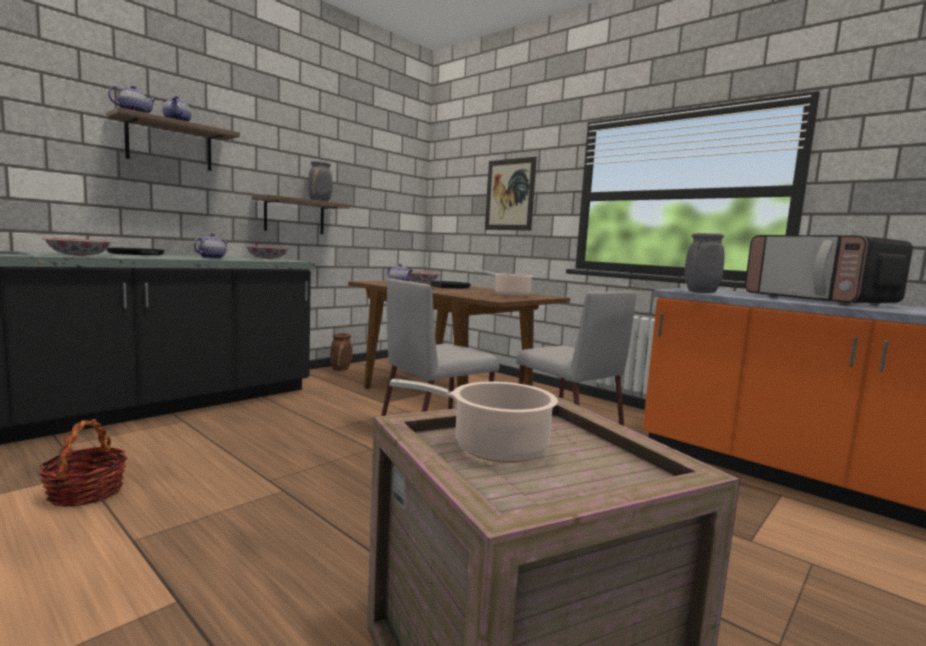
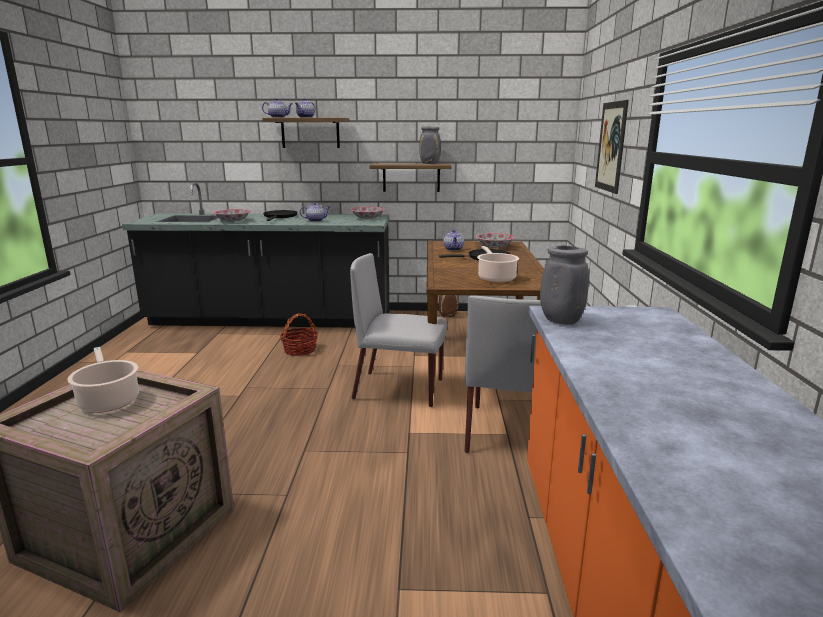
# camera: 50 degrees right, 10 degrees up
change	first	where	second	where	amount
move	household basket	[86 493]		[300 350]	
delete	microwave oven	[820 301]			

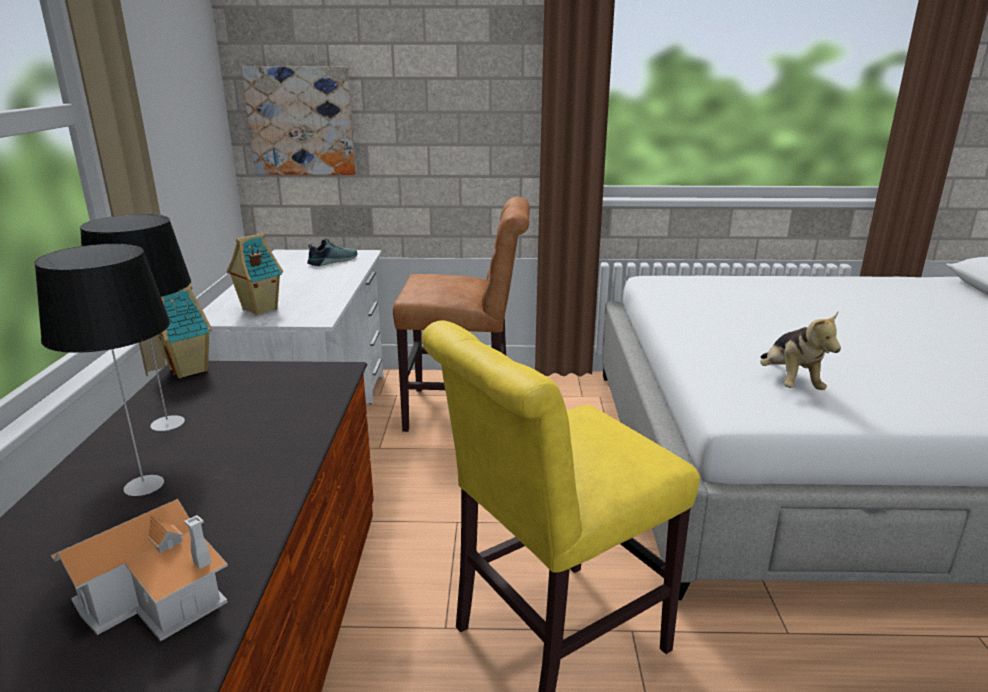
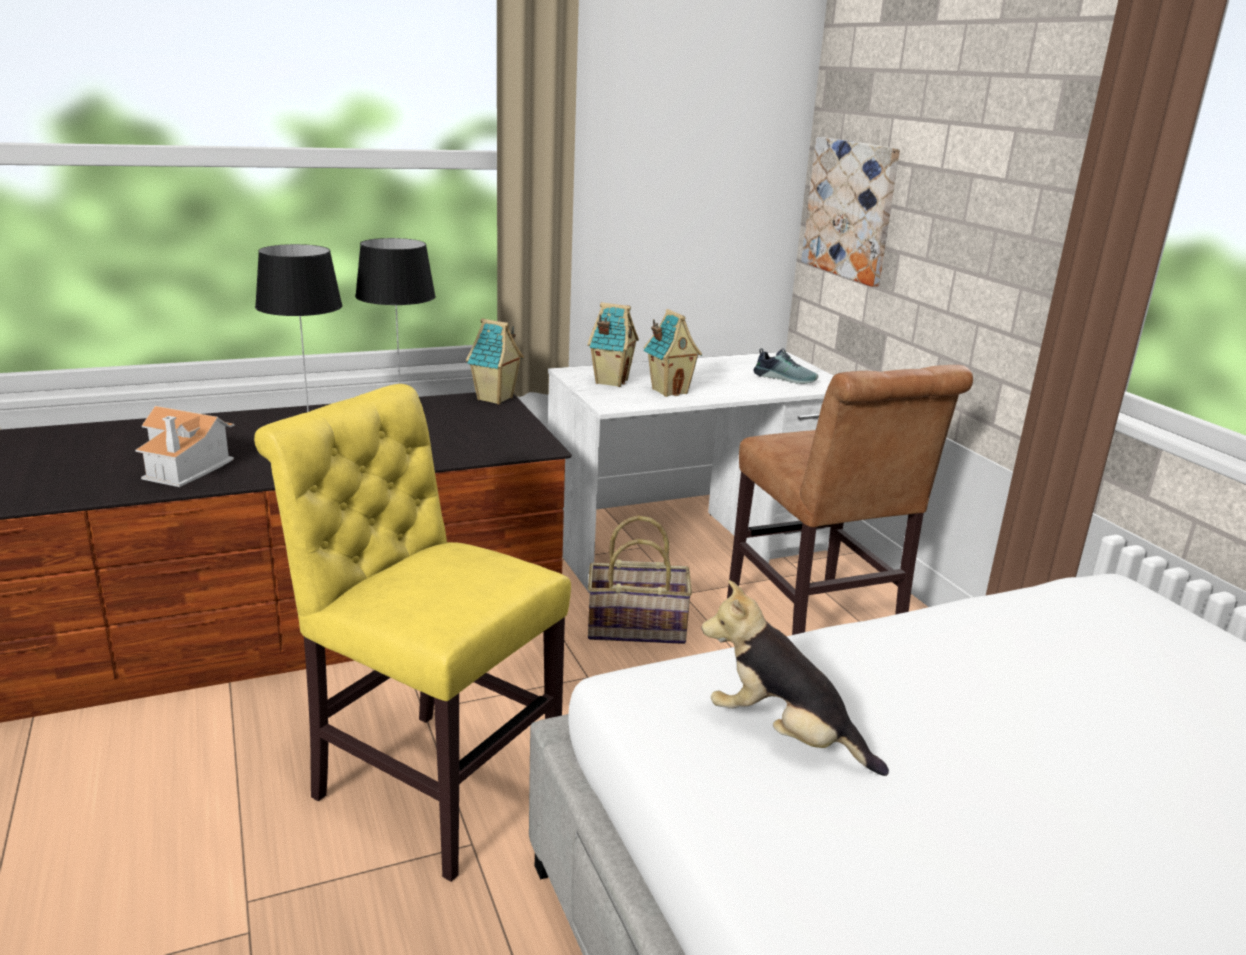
# camera: 65 degrees right, 0 degrees up
change	first	where	second	where	amount
insert			household basket	[637 627]	
insert			toy house	[669 391]	
rotate	cuddly toy	[789 382]		[784 735]	60 degrees clockwise

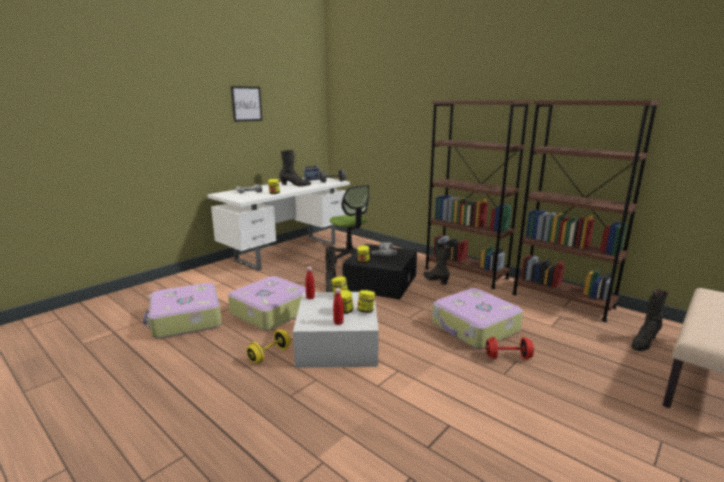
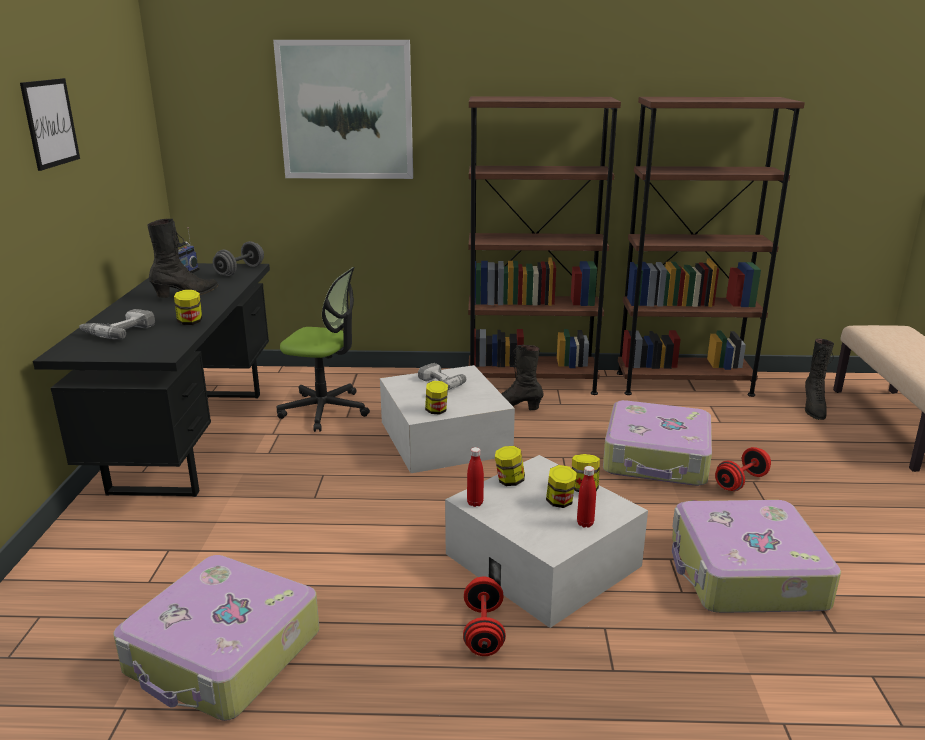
# camera: 40 degrees left, 5 degrees up
change	first	where	second	where	amount
recolor	white-coloured desk	[287 252]	black-coloured desk	[191 438]	
insert			wall picture	[346 110]	
recolor	black-coloured storage container	[380 282]	white-coloured storage container	[444 438]	
recolor	yellow-coloured hand weight	[269 355]	reddish hand weight	[483 631]	
move	travel case	[270 311]		[745 574]	
delete	black-coloured tall boot	[331 289]			

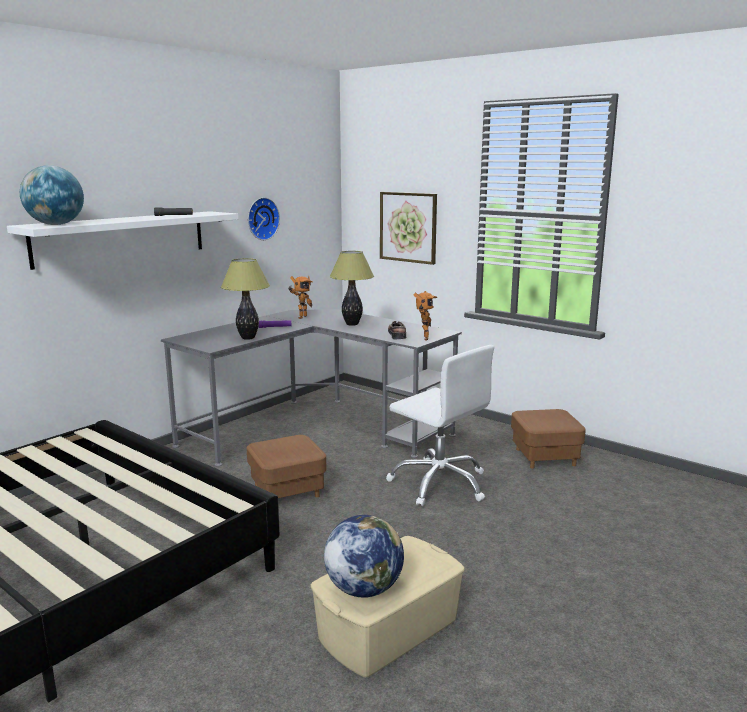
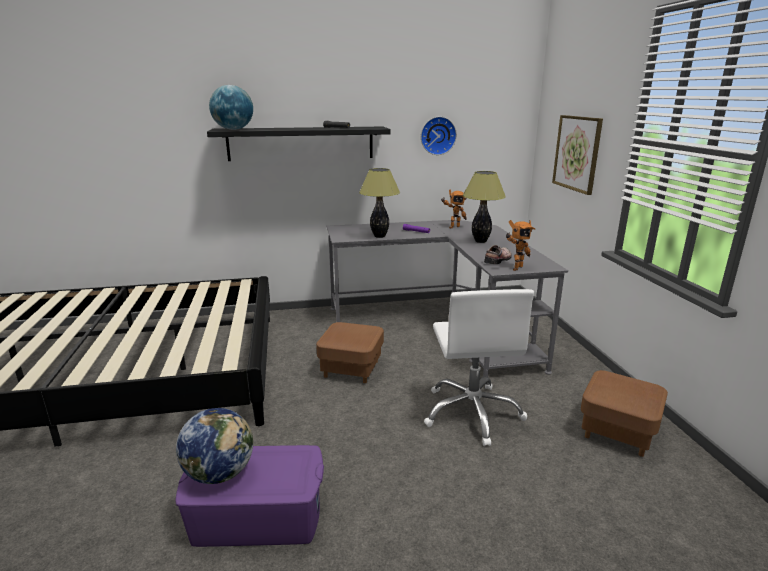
# camera: 40 degrees right, 5 degrees up
change	first	where	second	where	amount
recolor	sand-coloured storage container	[387 628]	purplish storage container	[257 517]	
recolor	white-coloured bracket shelf	[122 238]	black-coloured bracket shelf	[301 143]	

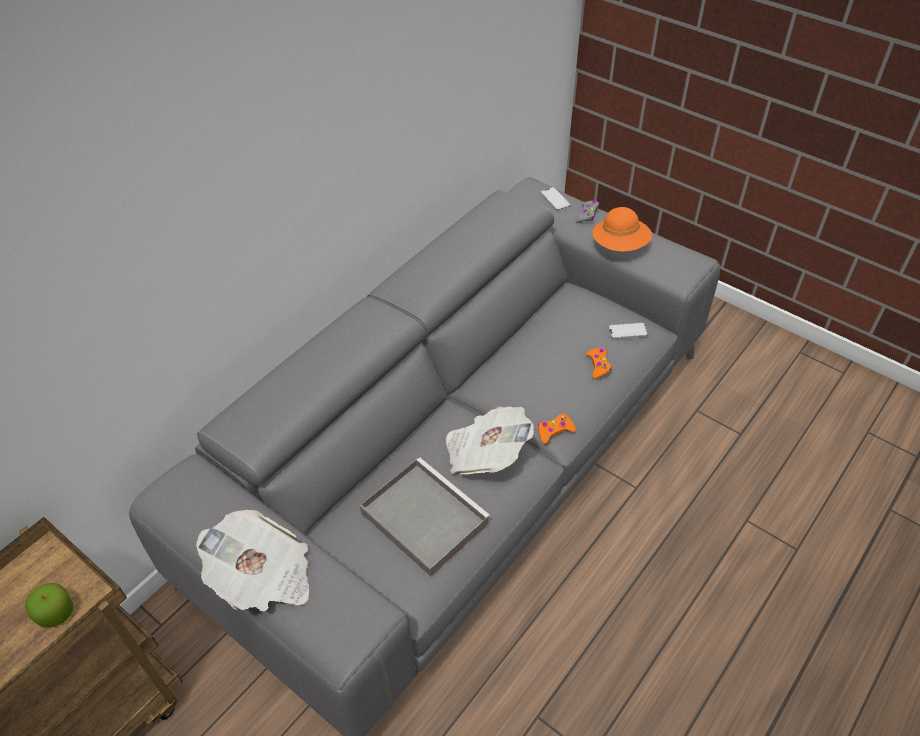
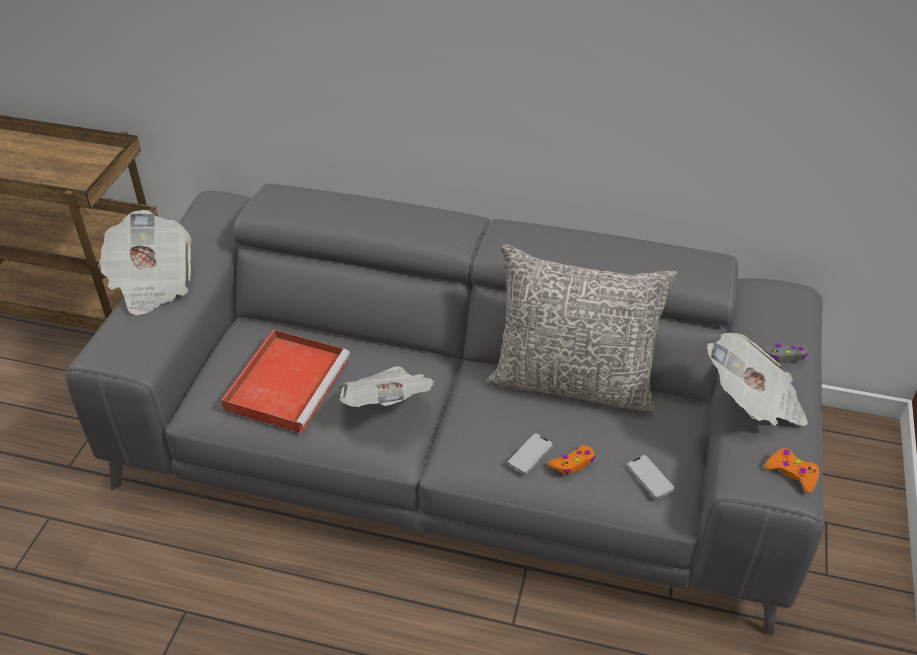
# camera: 65 degrees right, 5 degrees down
change	first	where	second	where	amount
recolor	greyish tray	[422 517]	reddish tray	[287 382]	
insert			greyish pillow	[573 382]	
move	phone	[555 199]		[530 454]	
replace	orange-coloured wearable hat	[620 245]	daily paper	[753 402]	
move	orange-coloured game controller	[554 431]		[792 473]	
delete	apple	[56 613]			

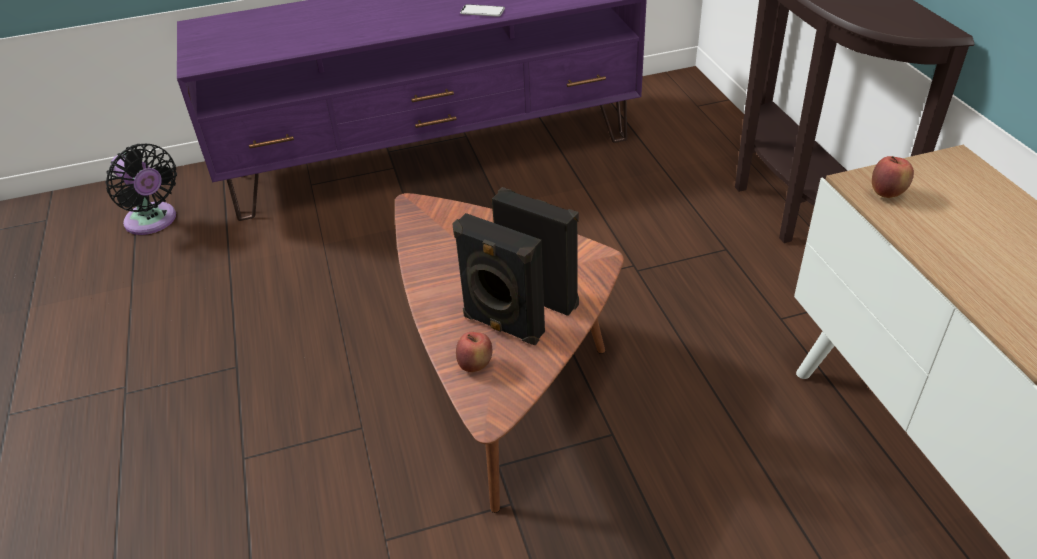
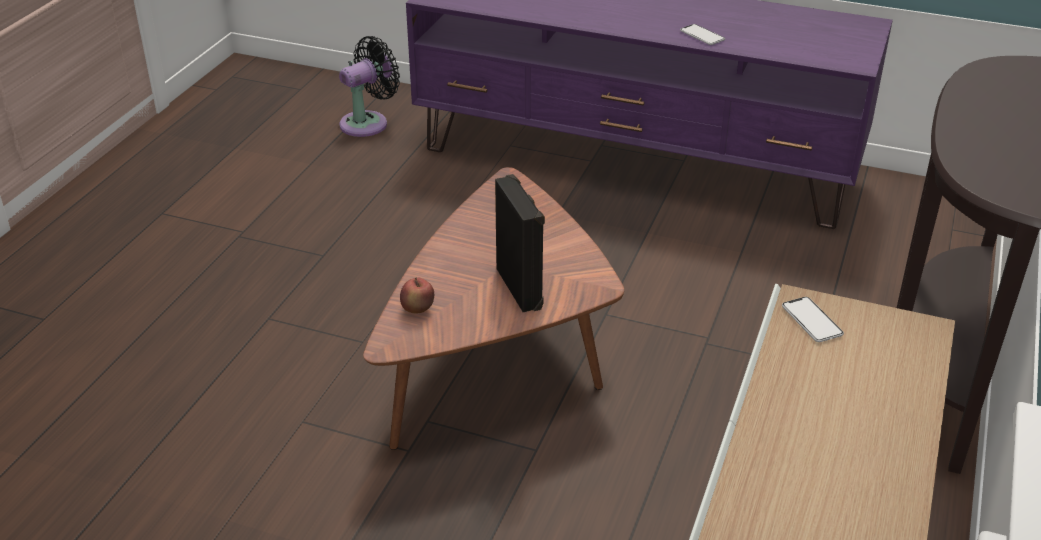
# camera: 35 degrees right, 5 degrees down
change	first	where	second	where	amount
rotate	black-coloured fan	[153 221]		[368 123]	120 degrees counterclockwise
replace	apple	[887 193]	phone	[811 320]	
delete	black-coloured audio speaker	[502 326]			

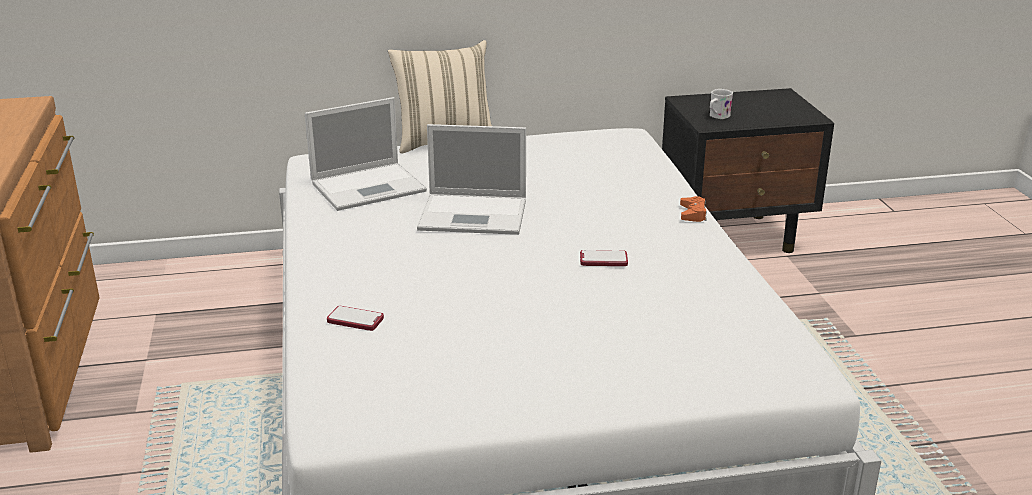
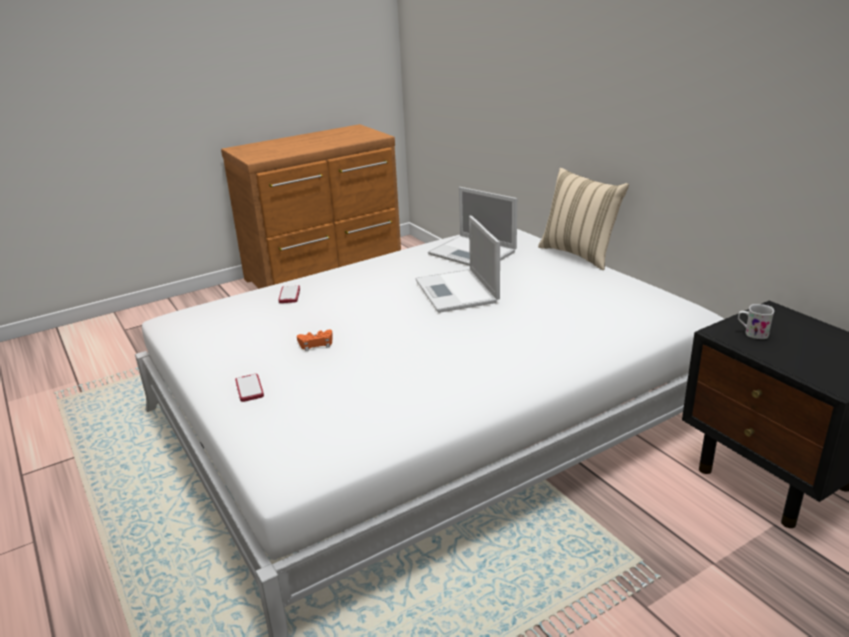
# camera: 70 degrees right, 0 degrees up
change	first	where	second	where	amount
move	phone	[603 260]		[249 389]	
move	orange-coloured game controller	[693 214]		[316 343]	

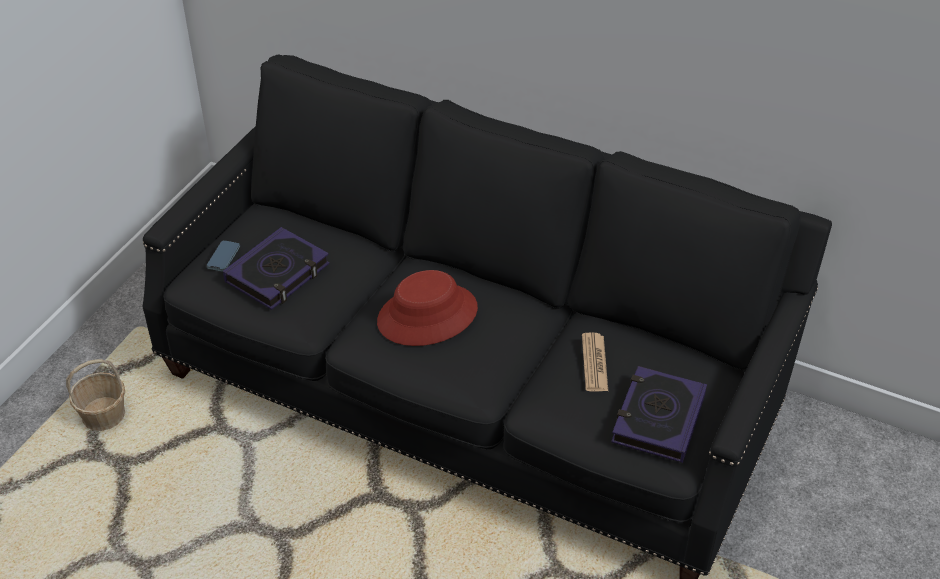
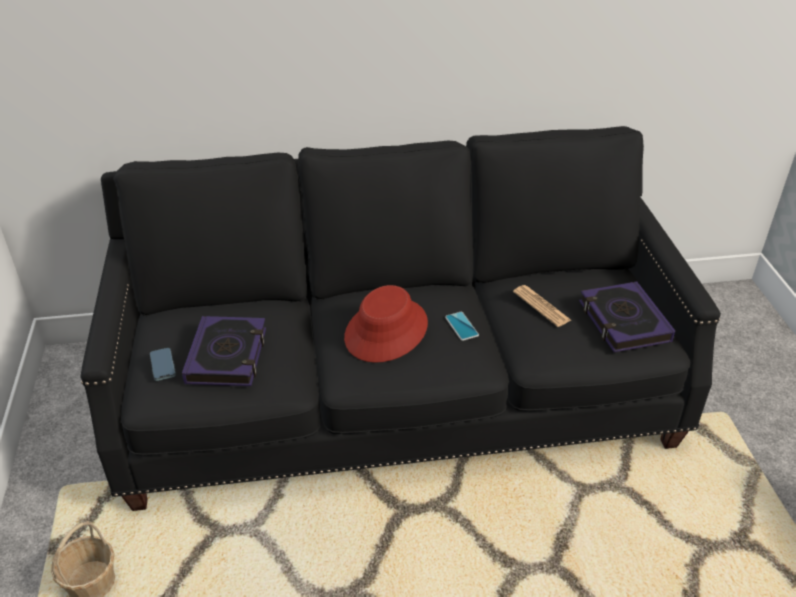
# camera: 35 degrees left, 5 degrees down
change	first	where	second	where	amount
insert			phone	[461 326]	

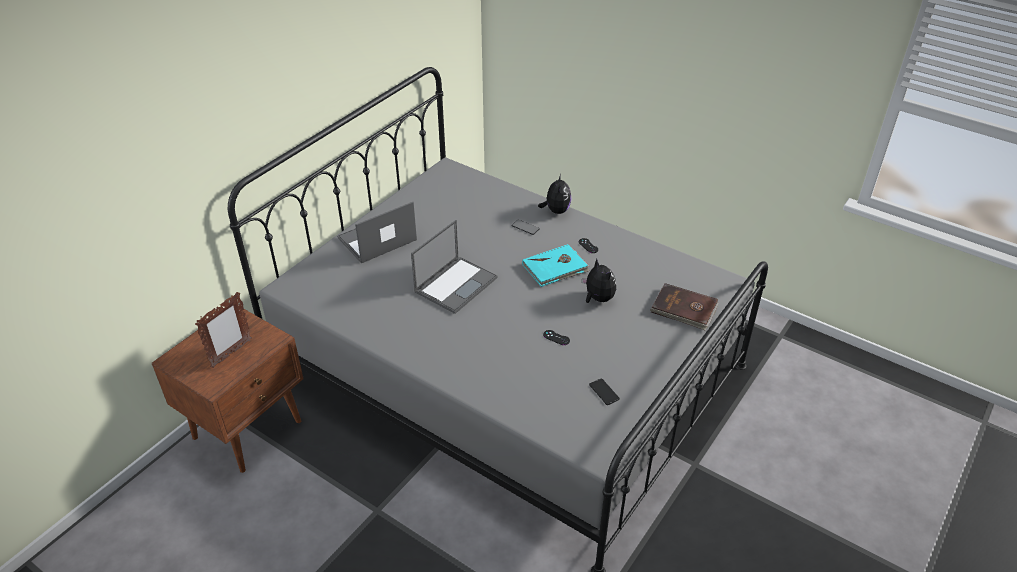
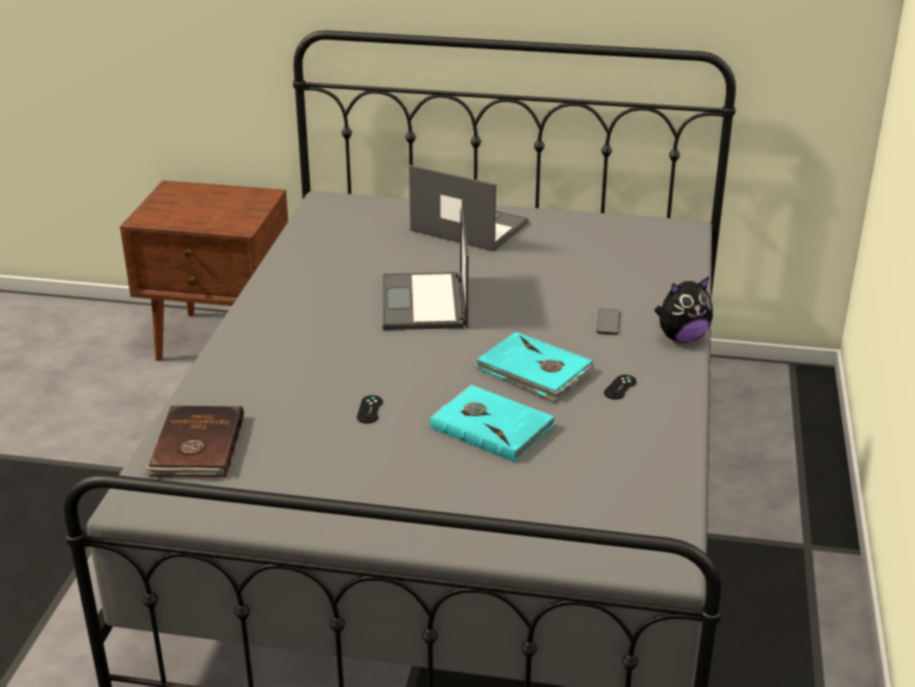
# camera: 65 degrees right, 10 degrees down
change	first	where	second	where	amount
move	brown-coloured book	[684 309]		[196 446]	
rotate	laptop	[456 284]		[425 303]	75 degrees clockwise
replace	cuddly toy	[598 298]	turquoise book	[492 426]	
delete	standing frame	[231 354]			
delete	phone	[604 392]			

